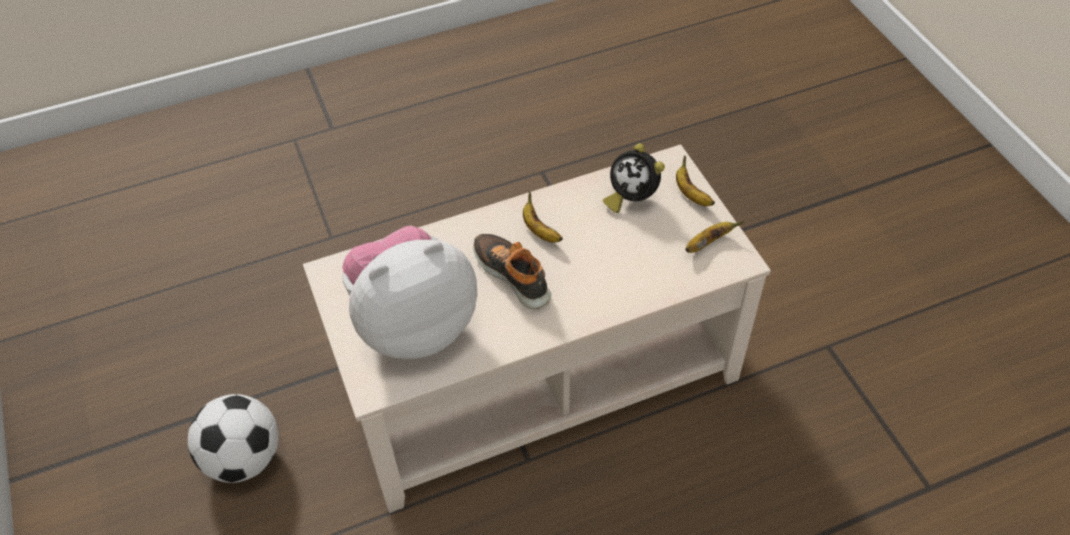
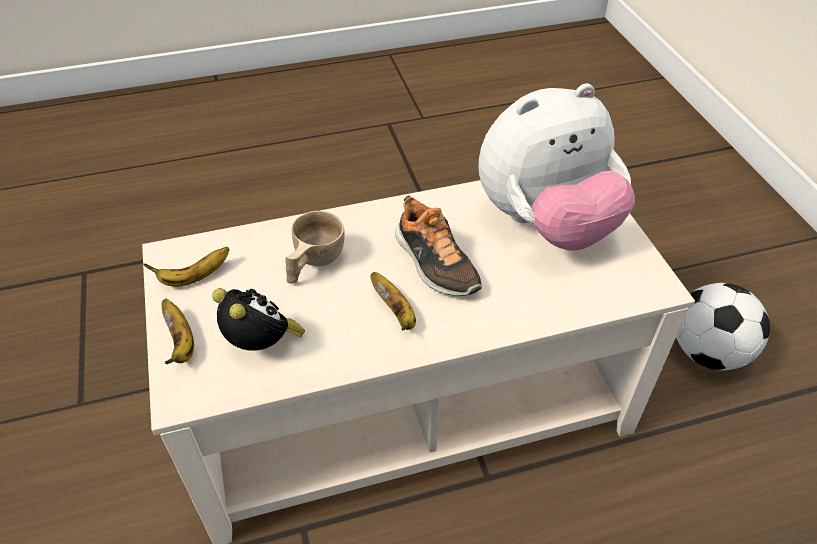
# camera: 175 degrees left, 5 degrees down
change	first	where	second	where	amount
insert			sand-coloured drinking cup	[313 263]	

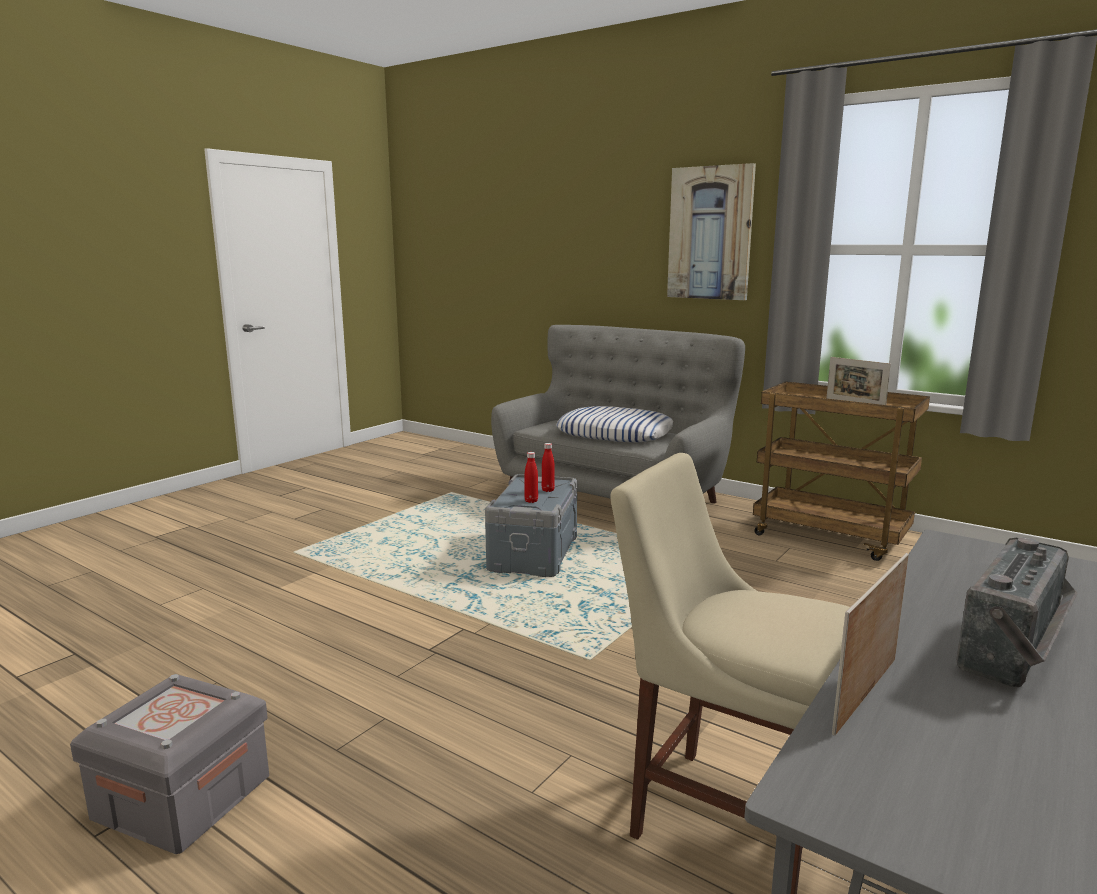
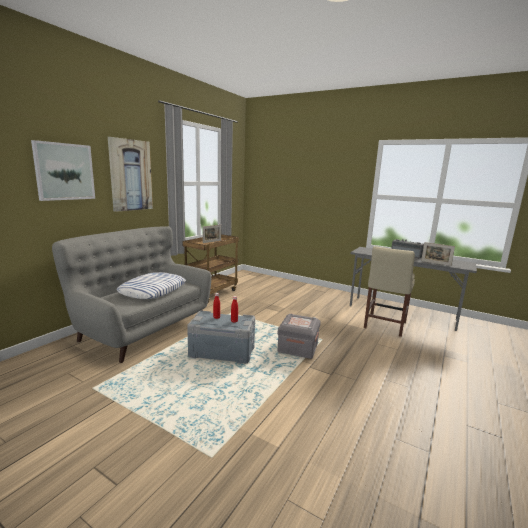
# camera: 95 degrees left, 0 degrees up
change	first	where	second	where	amount
insert			wall picture	[64 171]	
move	greyish storage container	[183 797]		[298 347]	

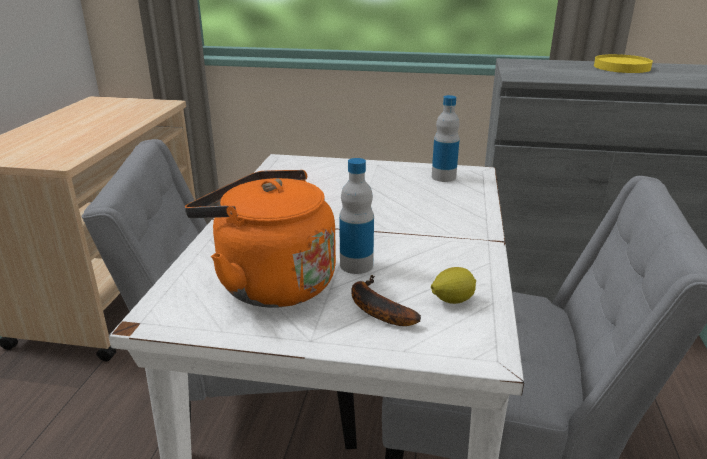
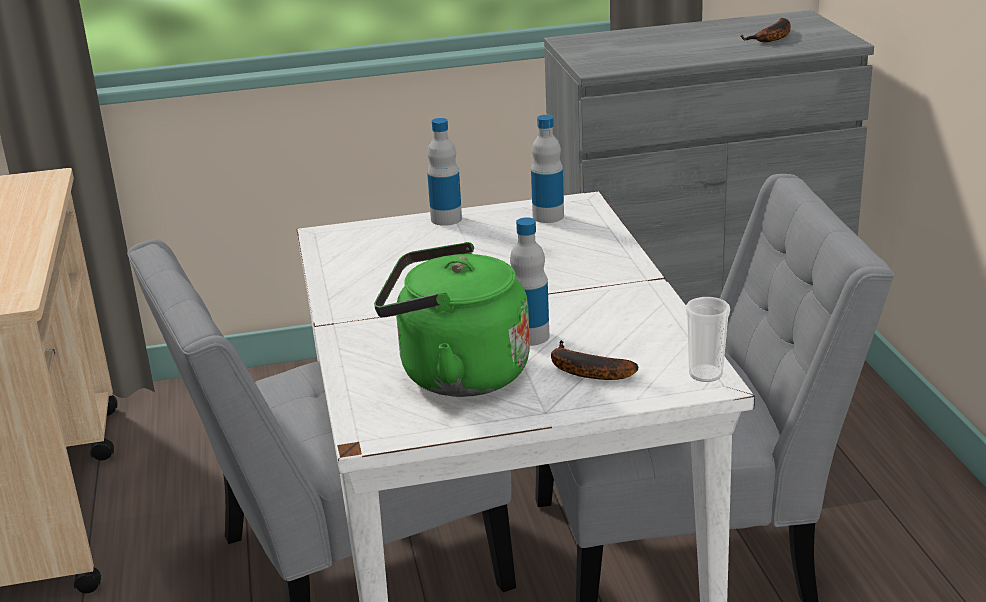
# camera: 20 degrees left, 0 degrees up
change	first	where	second	where	amount
recolor	orange-coloured tea kettle	[270 283]	green tea kettle	[455 374]	
insert			drink bottle	[446 219]	
insert			drinking cup	[705 374]	
insert			banana	[772 38]	
delete	whole lemon	[452 300]			
delete	yellow-coloured dinner plate	[622 67]			

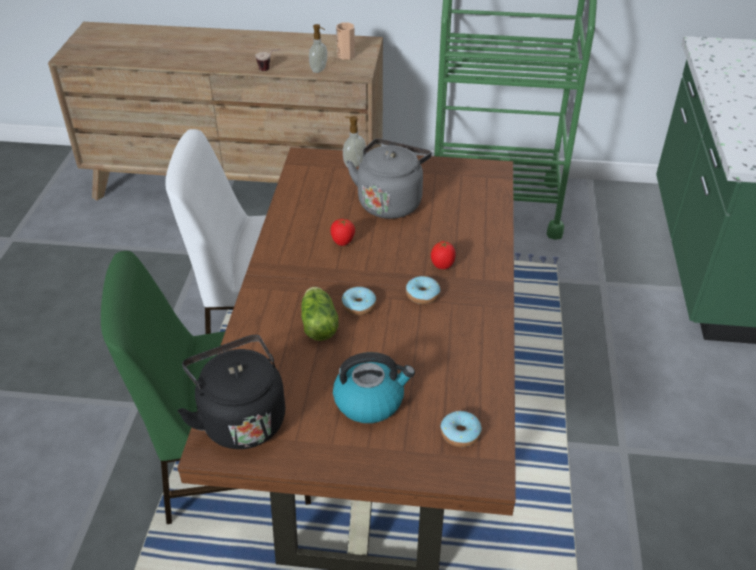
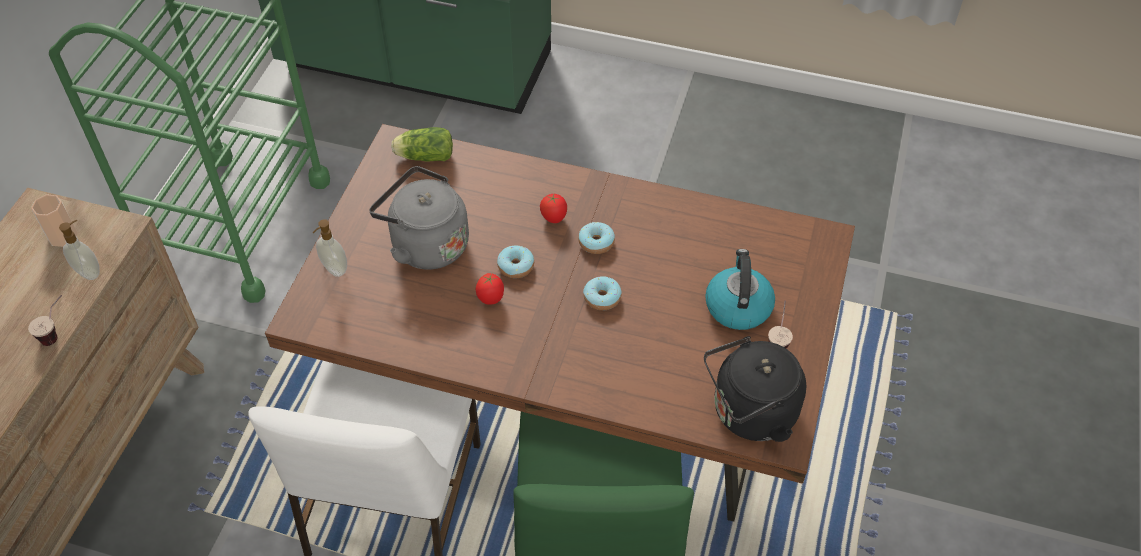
# camera: 80 degrees left, 10 degrees up
change	first	where	second	where	amount
move	head of lettuce	[318 322]		[423 156]	
move	doughnut	[460 434]		[516 266]	
insert			drinking cup	[777 341]	

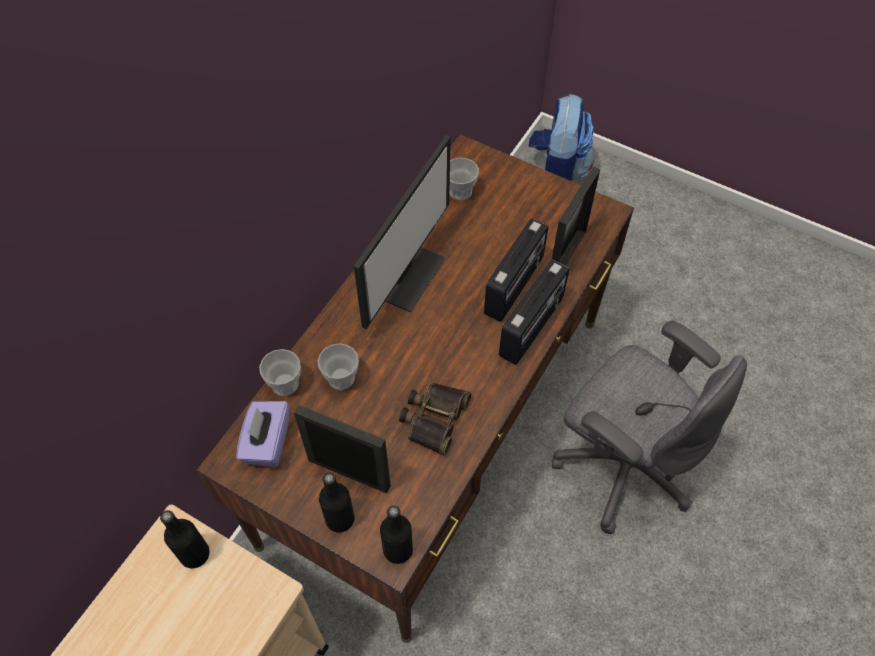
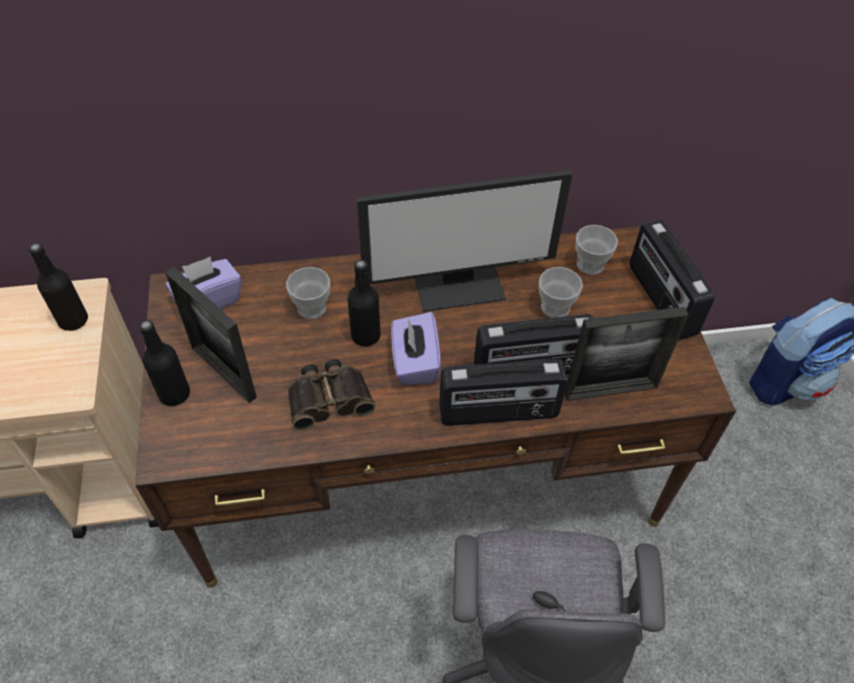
# camera: 50 degrees right, 5 degrees down
change	first	where	second	where	amount
rotate	standing frame	[349 473]		[223 372]	150 degrees clockwise
move	black-coloured drink bottle	[398 549]		[365 336]	
insert			purplish tissue holder	[415 362]	
move	drinking cup	[285 384]		[555 307]	
insert			radio set	[660 300]	

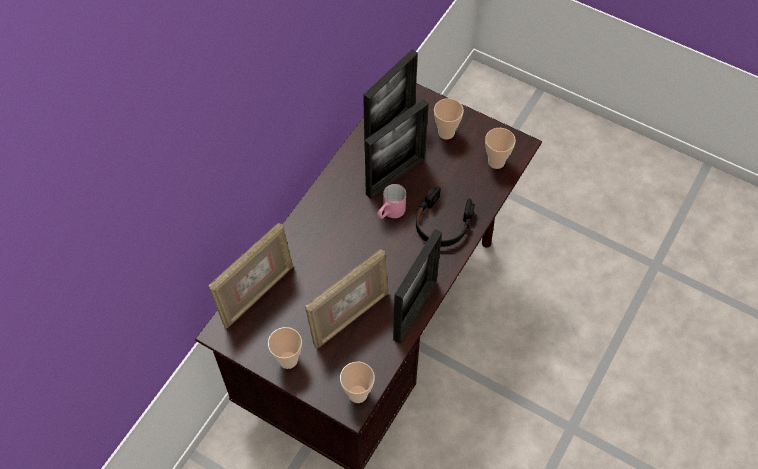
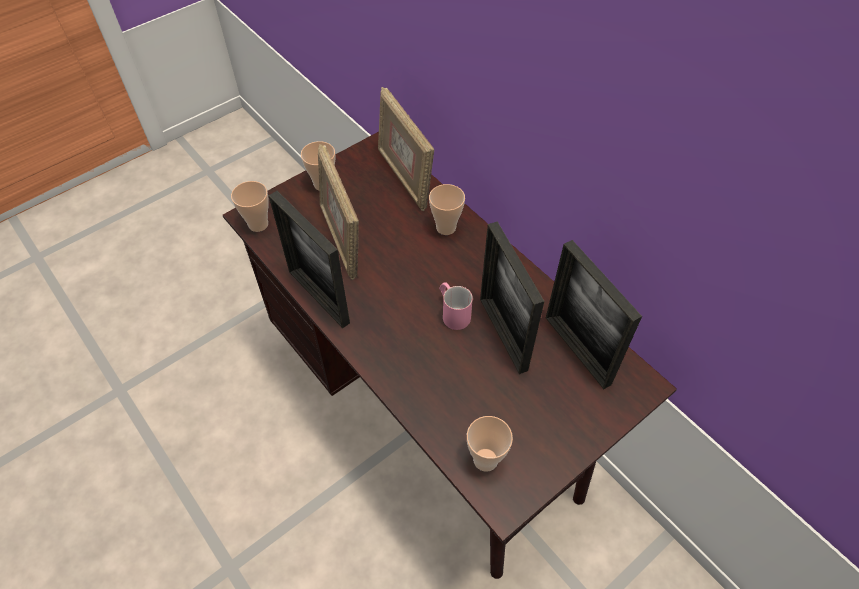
# camera: 110 degrees right, 5 degrees down
change	first	where	second	where	amount
move	drinking cup	[446 132]		[446 227]	
delete	black-coloured pair of headphones	[442 223]			

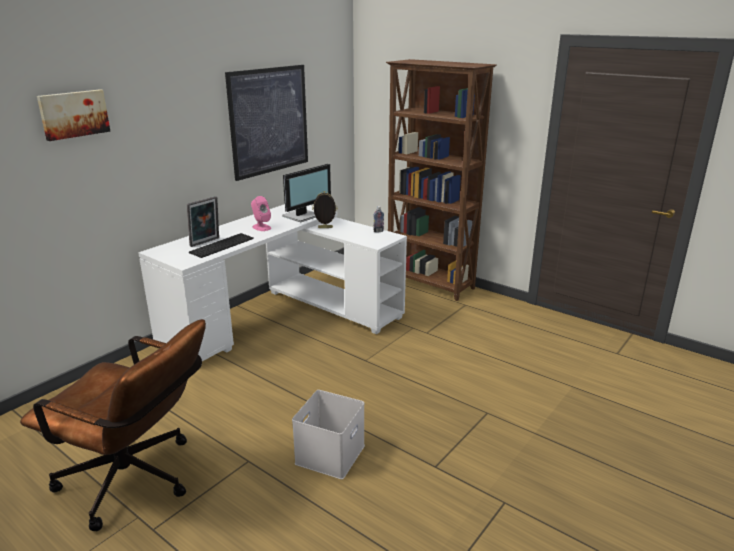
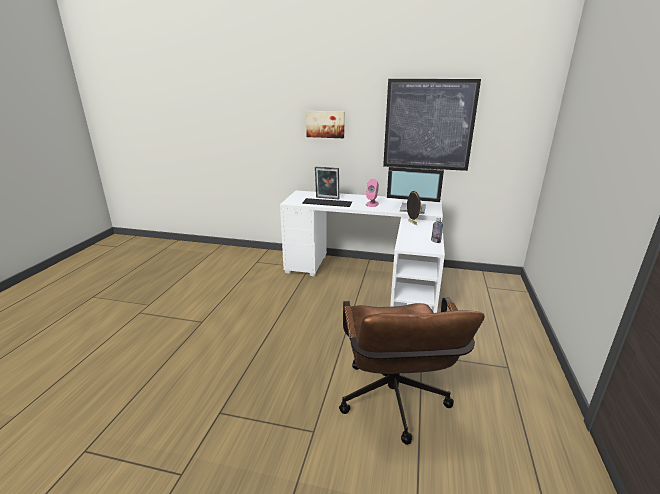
# camera: 65 degrees right, 0 degrees up
change	first	where	second	where	amount
move	wall picture	[73 114]		[325 124]	
move	brown-coloured computer chair	[137 482]		[394 405]	
delete	white-coloured storage container	[329 453]			
delete	brown-coloured shelving unit	[430 284]			

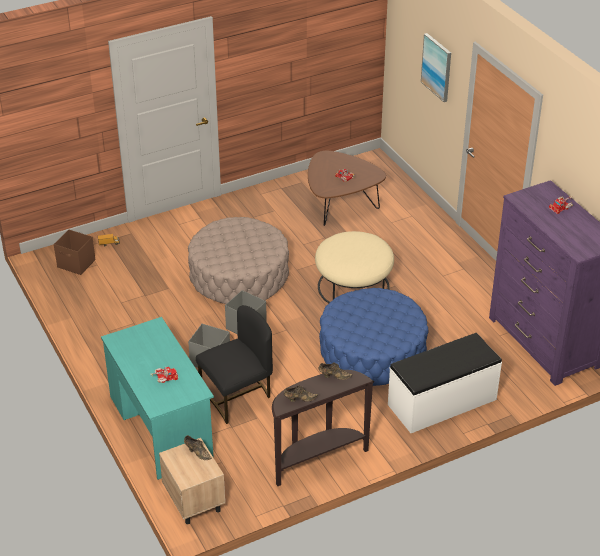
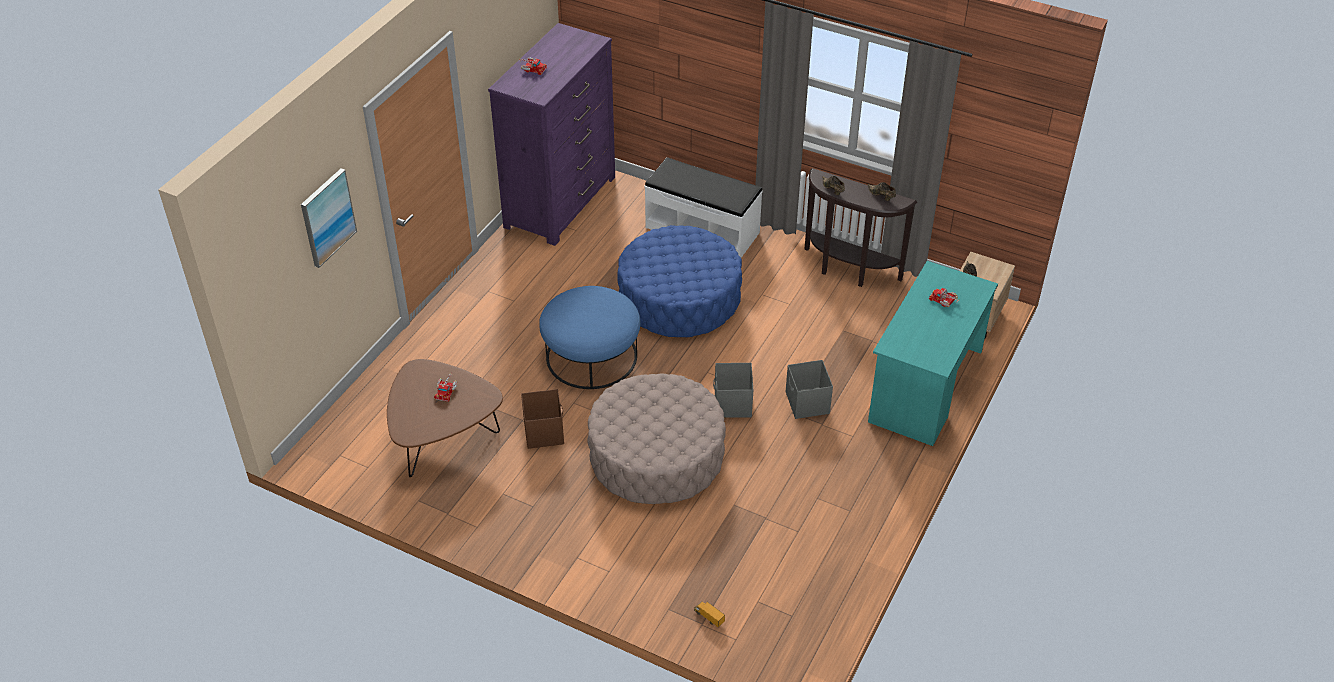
# camera: 125 degrees left, 5 degrees up
change	first	where	second	where	amount
move	brown-coloured storage container	[76 264]		[544 432]	
recolor	sand-coloured ottoman	[353 286]	blue ottoman	[591 356]	
delete	black-coloured plain chair	[237 396]			

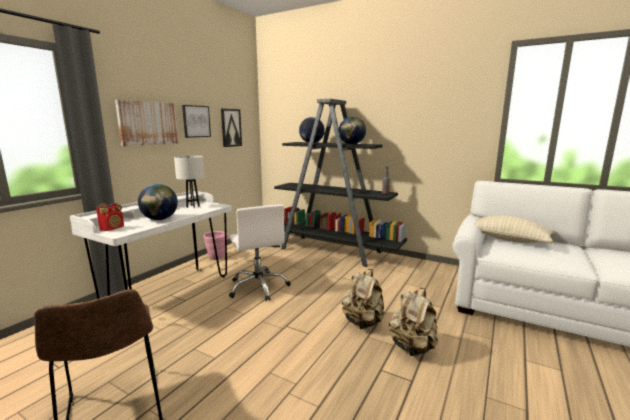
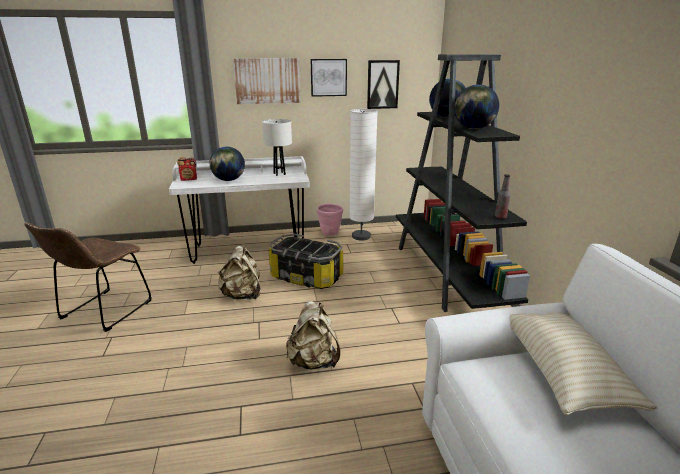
# camera: 50 degrees right, 10 degrees up
change	first	where	second	where	amount
move	sand-coloured knapsack	[412 347]		[242 295]	
replace	white-coloured computer chair	[258 287]	storage container	[306 277]	
insert			white-coloured floor lamp	[361 236]	

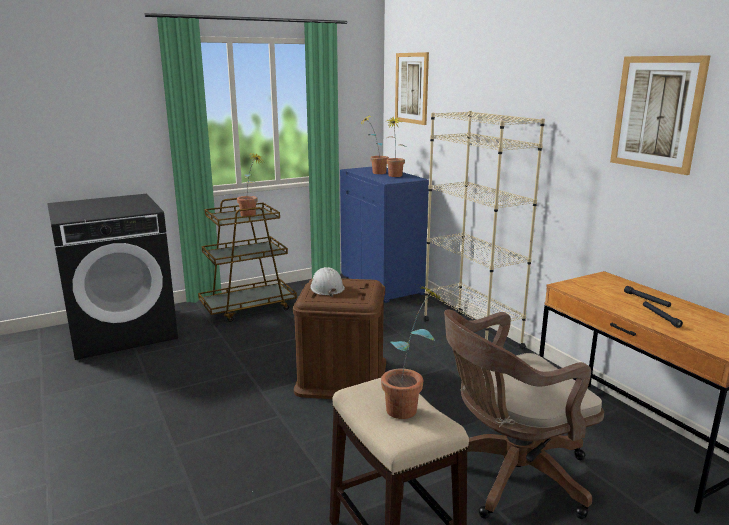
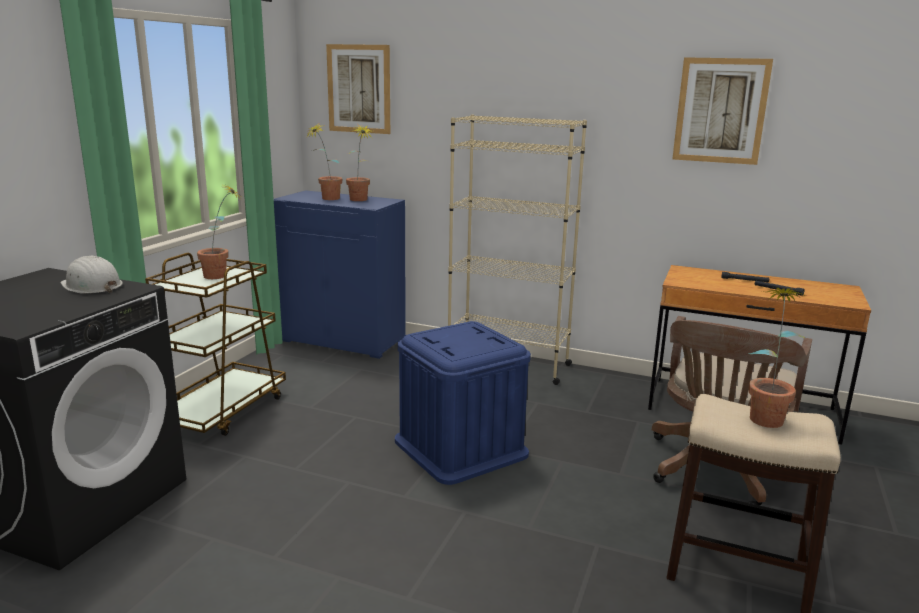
# camera: 40 degrees left, 0 degrees up
change	first	where	second	where	amount
move	white-coloured safety helmet	[326 288]		[91 286]	
recolor	brown-coloured storage container	[342 376]	blue storage container	[460 447]	

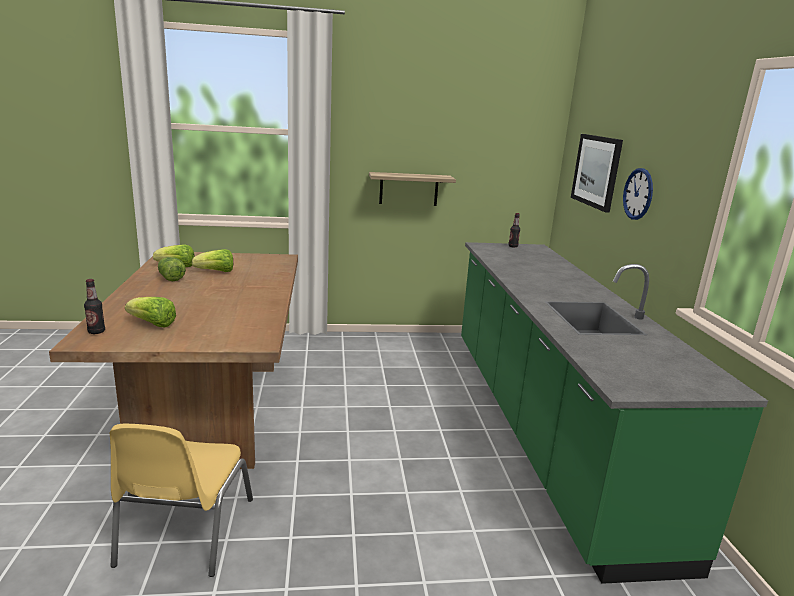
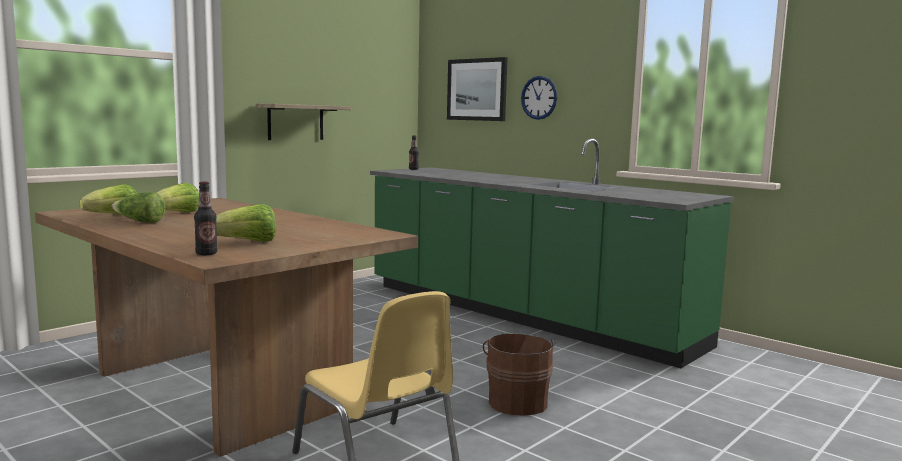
# camera: 40 degrees left, 10 degrees down
change	first	where	second	where	amount
insert			brown-coloured pail	[517 401]	

